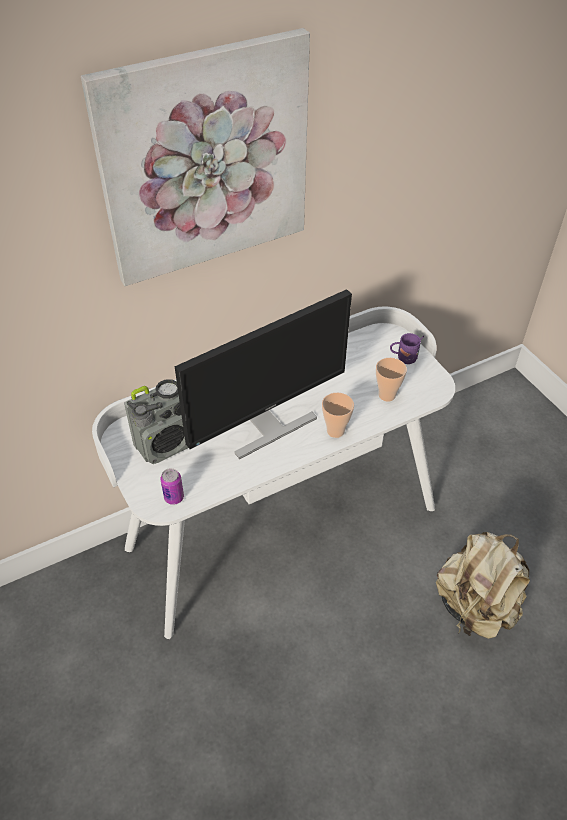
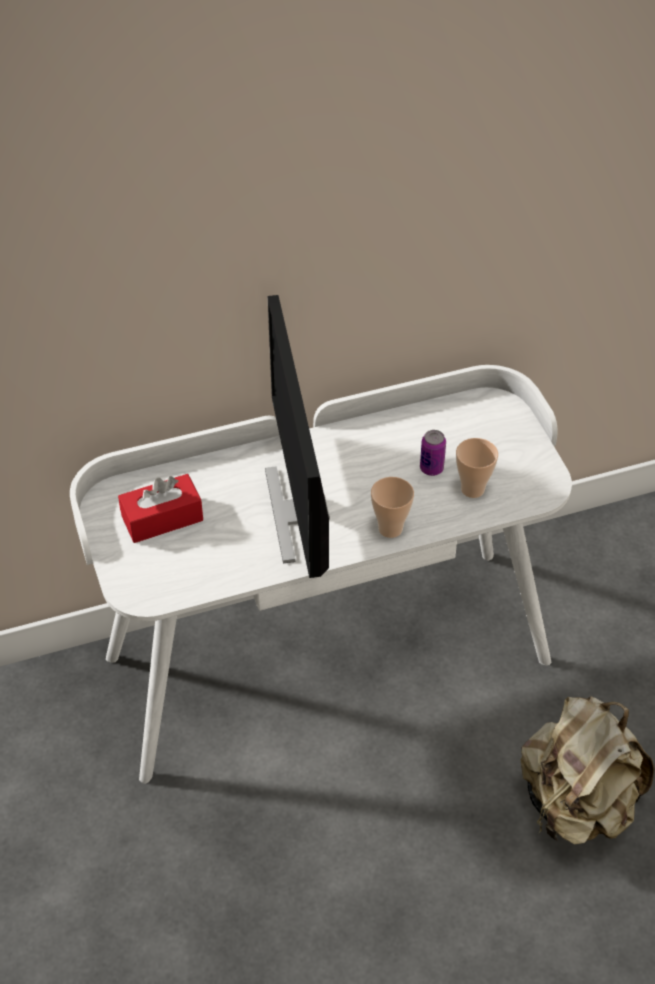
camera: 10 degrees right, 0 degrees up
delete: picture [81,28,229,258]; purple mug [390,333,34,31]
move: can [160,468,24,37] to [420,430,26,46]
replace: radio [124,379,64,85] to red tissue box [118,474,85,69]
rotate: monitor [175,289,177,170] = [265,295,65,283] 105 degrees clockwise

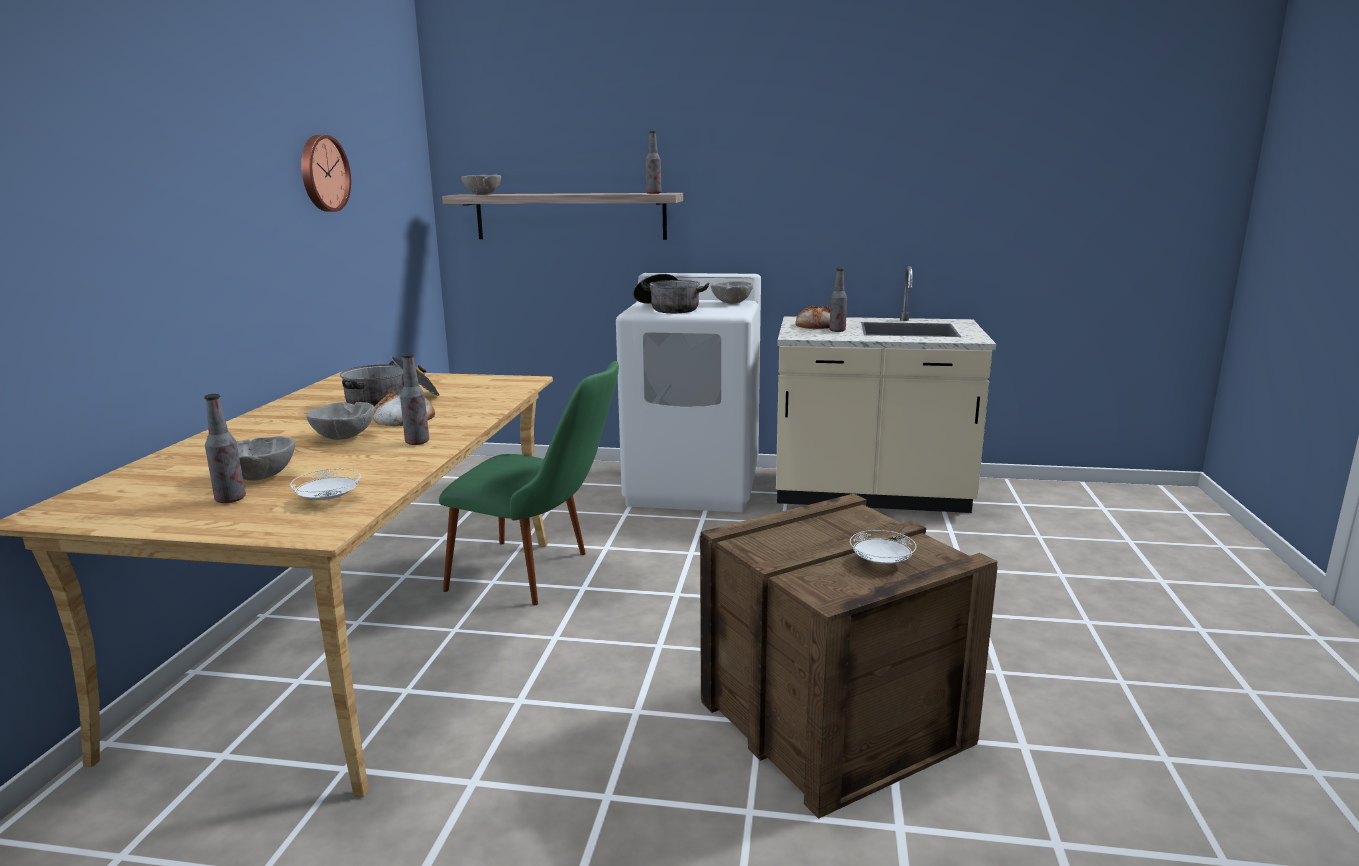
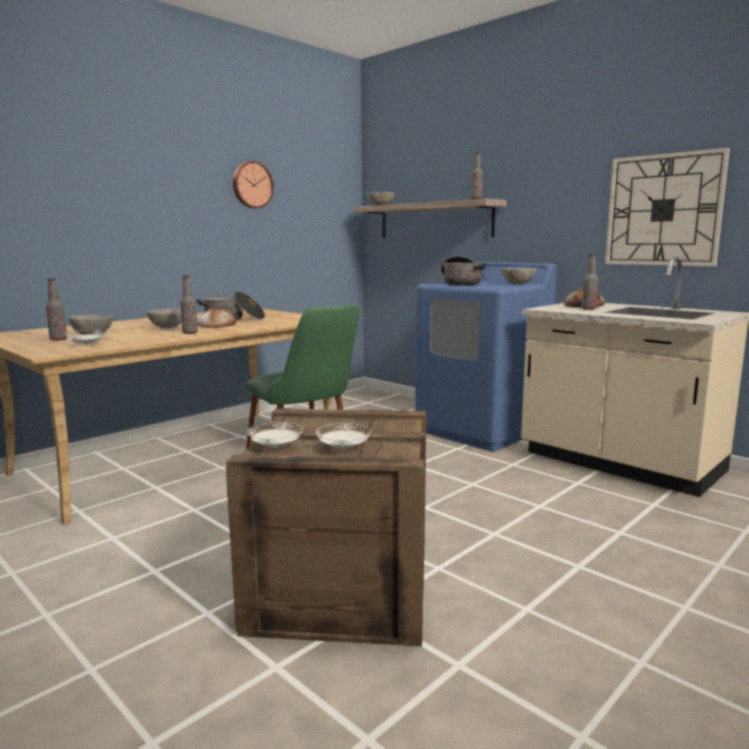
camera: 35 degrees right, 5 degrees down
insert: white plate [247,422,56,26]; wall clock [605,147,125,119]
recolor: white washing machine [616,273,145,239] to blue washing machine [415,262,142,190]

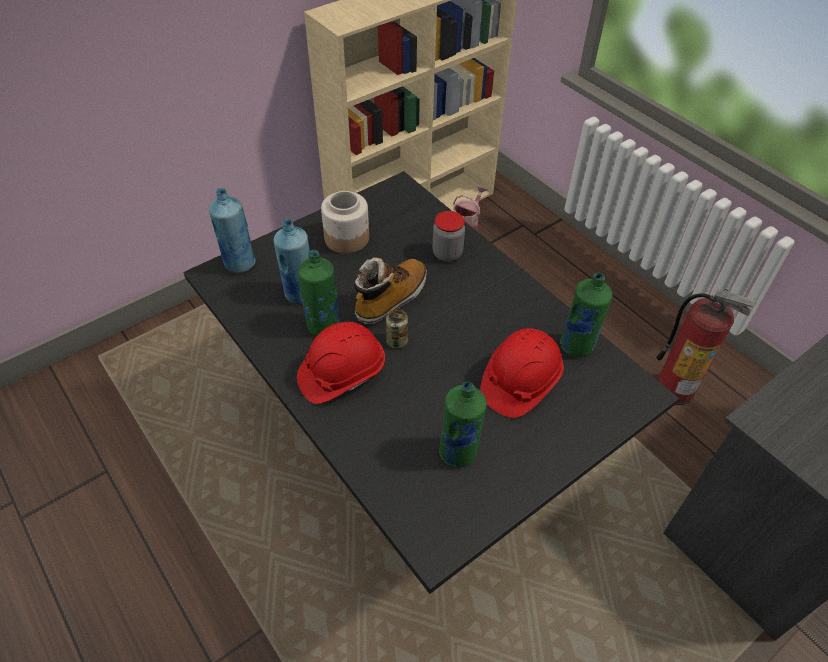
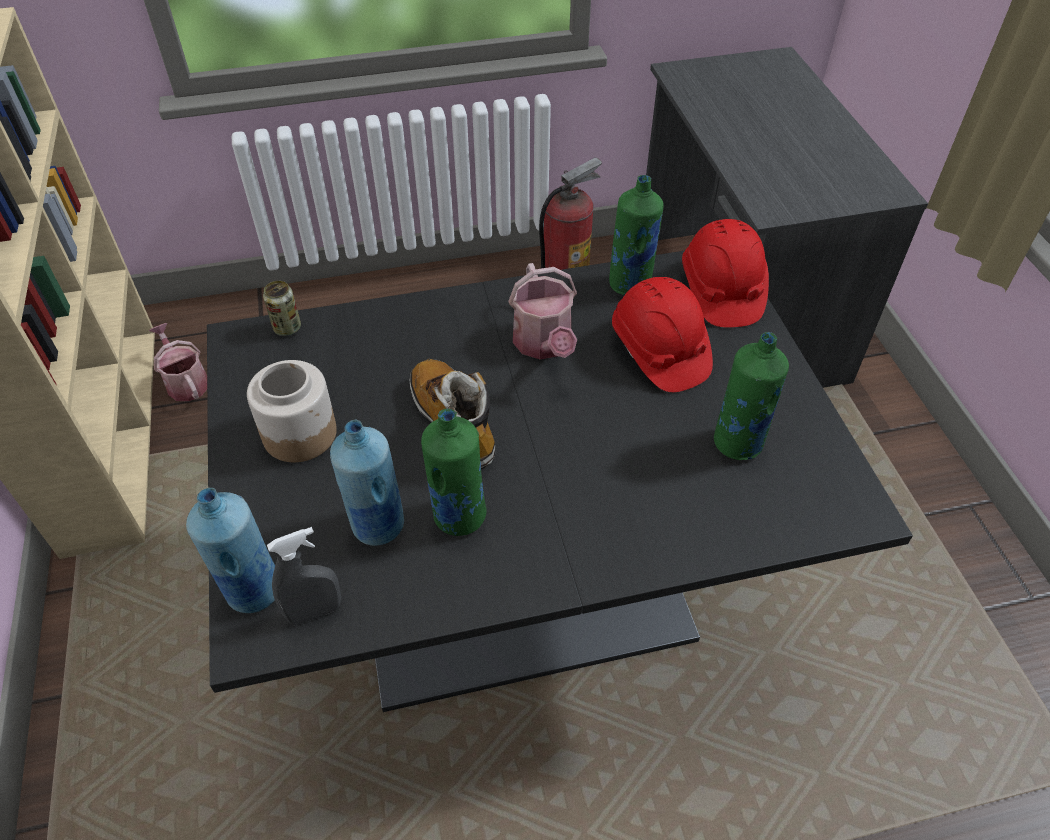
camera: 65 degrees left, 0 degrees up
delete: jar [432,211,33,51]
insert: grey spray bottle [267,527,74,99]; watering can [508,263,69,96]
move: red hard hat [297,322,88,82] to [682,219,87,108]; can [386,308,22,41] to [263,281,38,55]

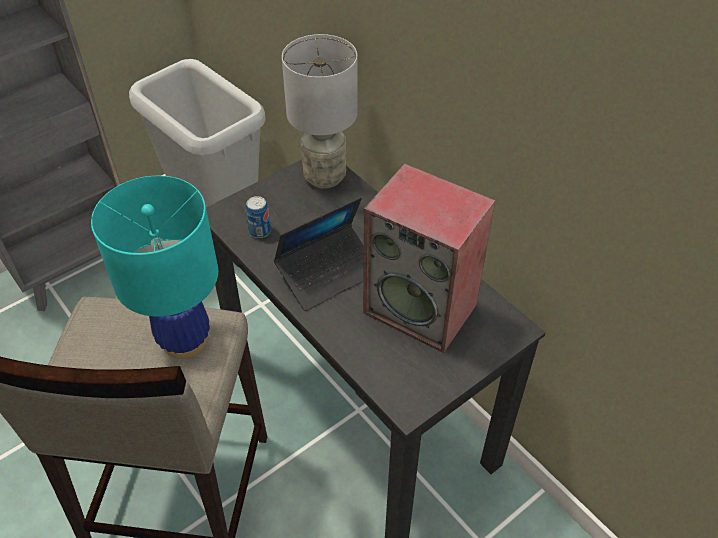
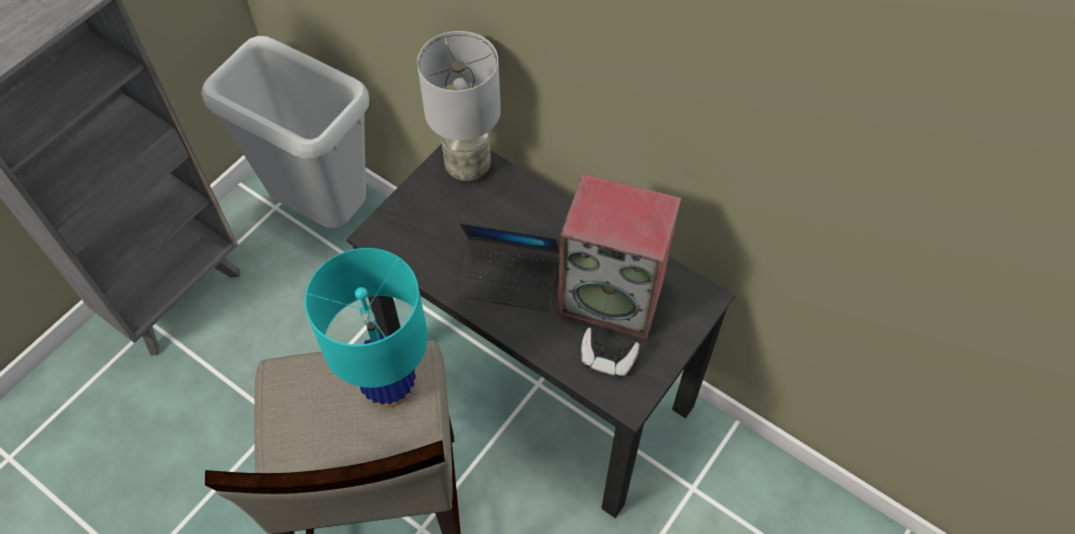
camera: 15 degrees left, 10 degrees up
delete: can [246,196,25,42]
insert: game controller [581,327,59,50]
rotate: laptop [274,197,90,114] = [457,223,102,89] 60 degrees clockwise

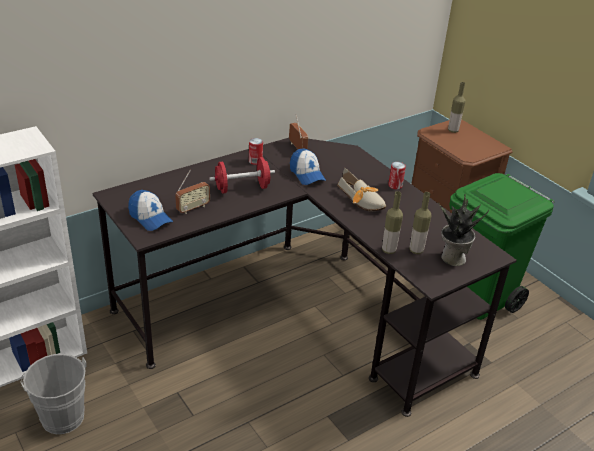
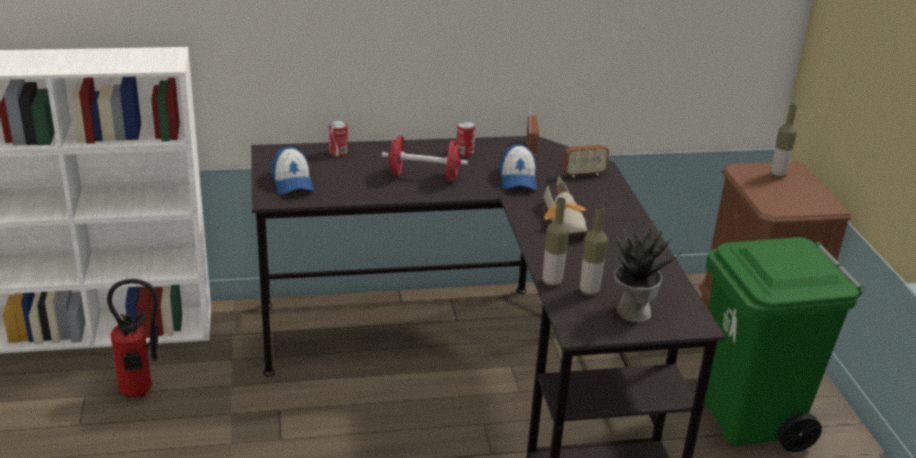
camera: 25 degrees right, 5 degrees down
move: radio [175,170,35,44] to [563,124,46,54]; can [388,162,18,27] to [329,121,19,35]
replace: grey bucket [20,354,66,80] to fire extinguisher [107,279,52,119]

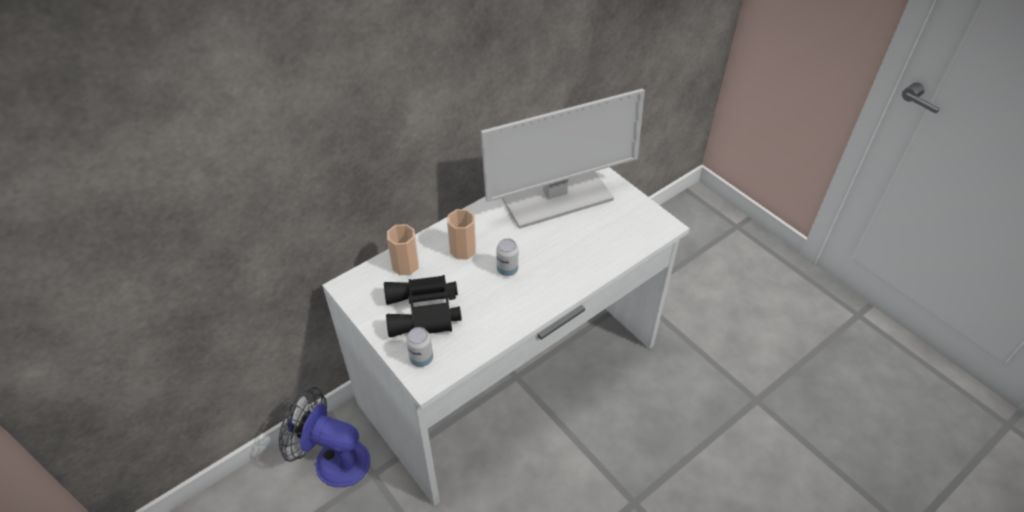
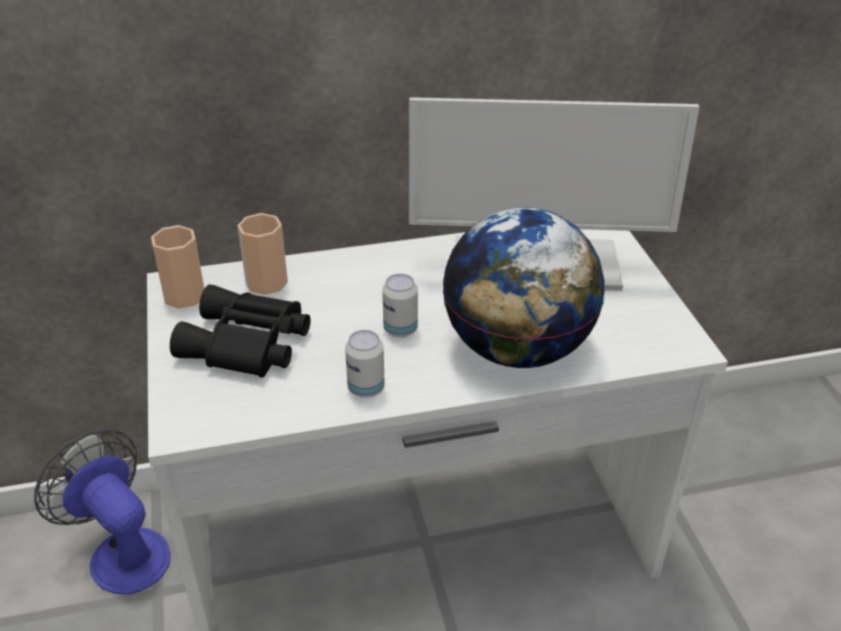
camera: 25 degrees right, 10 degrees down
insert: globe [443,207,162,161]
move: can [406,327,27,40] to [345,330,40,68]; cup [447,209,29,50] to [151,225,53,84]

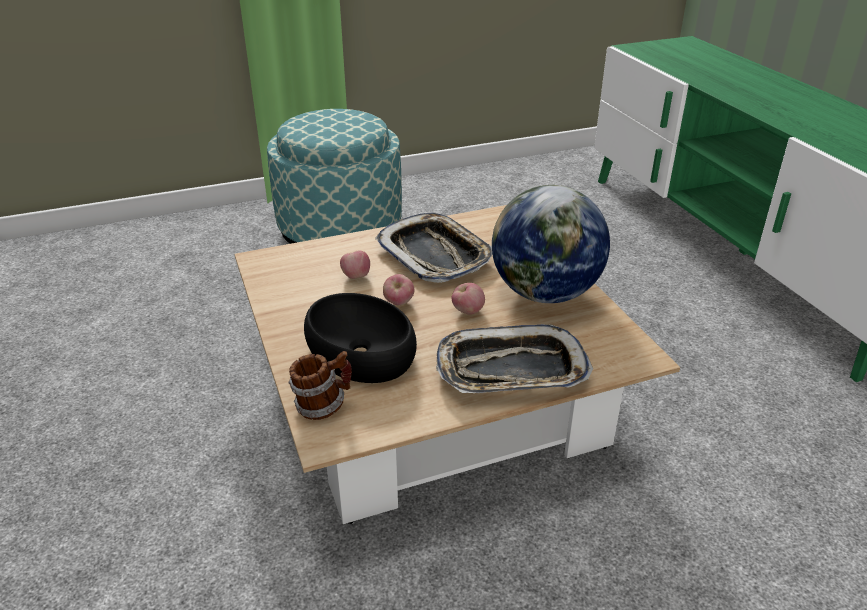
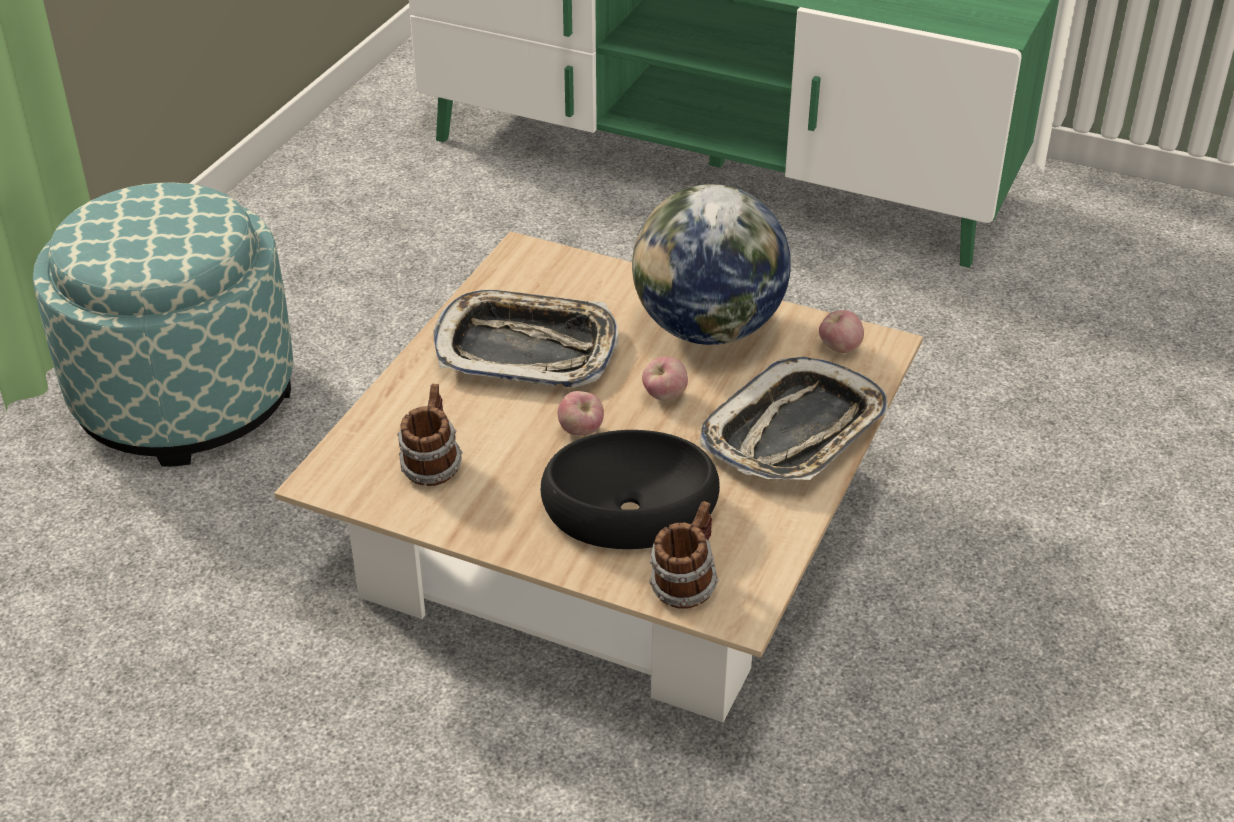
camera: 45 degrees left, 5 degrees up
insert: mug [397,384,66,102]
move: apple [340,250,30,29] to [819,310,45,43]

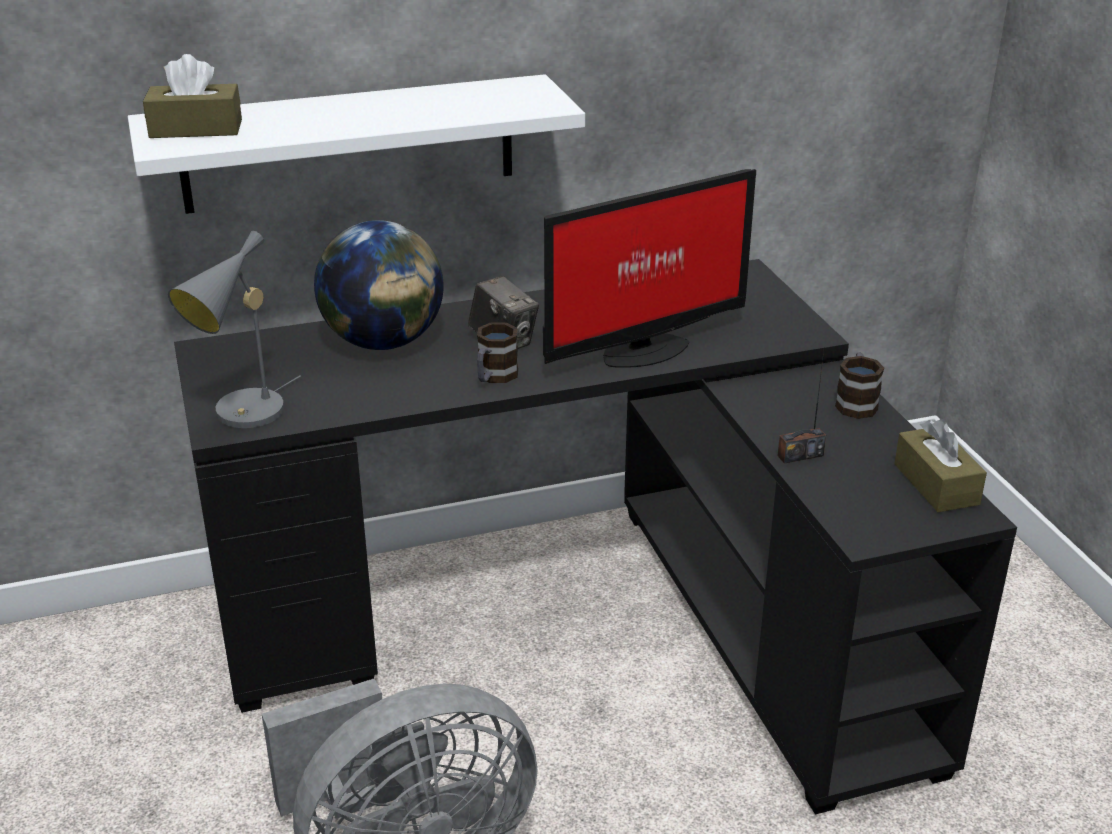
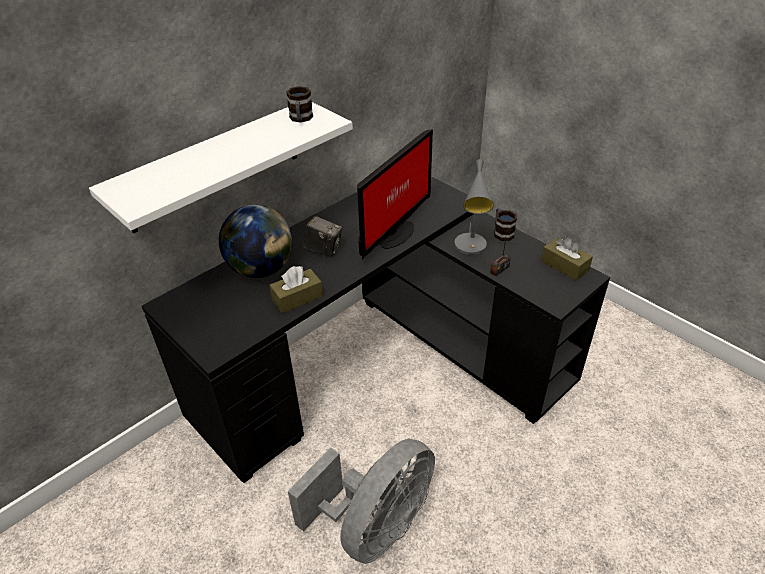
camera: 25 degrees left, 10 degrees up
move: brown tissue box [143,54,99,84] to [269,266,54,47]; grey table lamp [168,231,133,197] to [454,159,40,96]; mug [477,322,41,61] to [286,86,27,37]

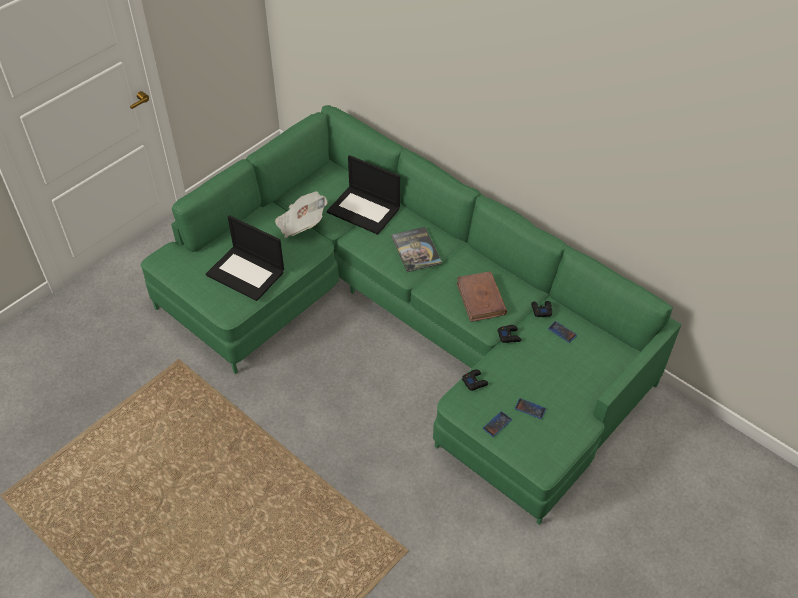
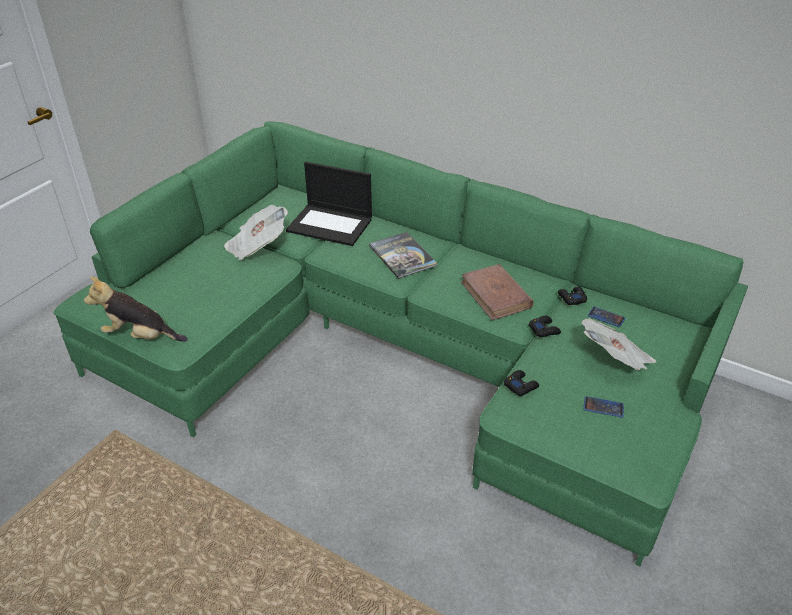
camera: 10 degrees left, 10 degrees down
delete: laptop [206,215,78,86]; phone [482,411,30,26]
insert: plush toy [84,276,104,66]; newspaper [582,318,74,52]

